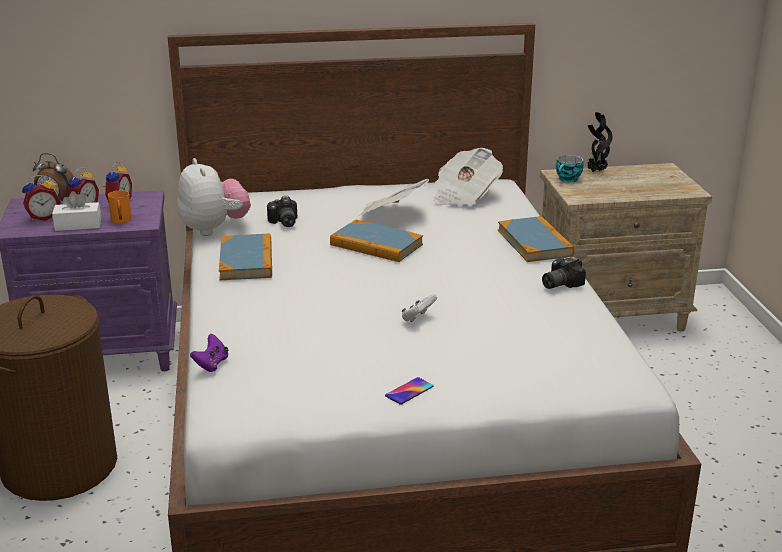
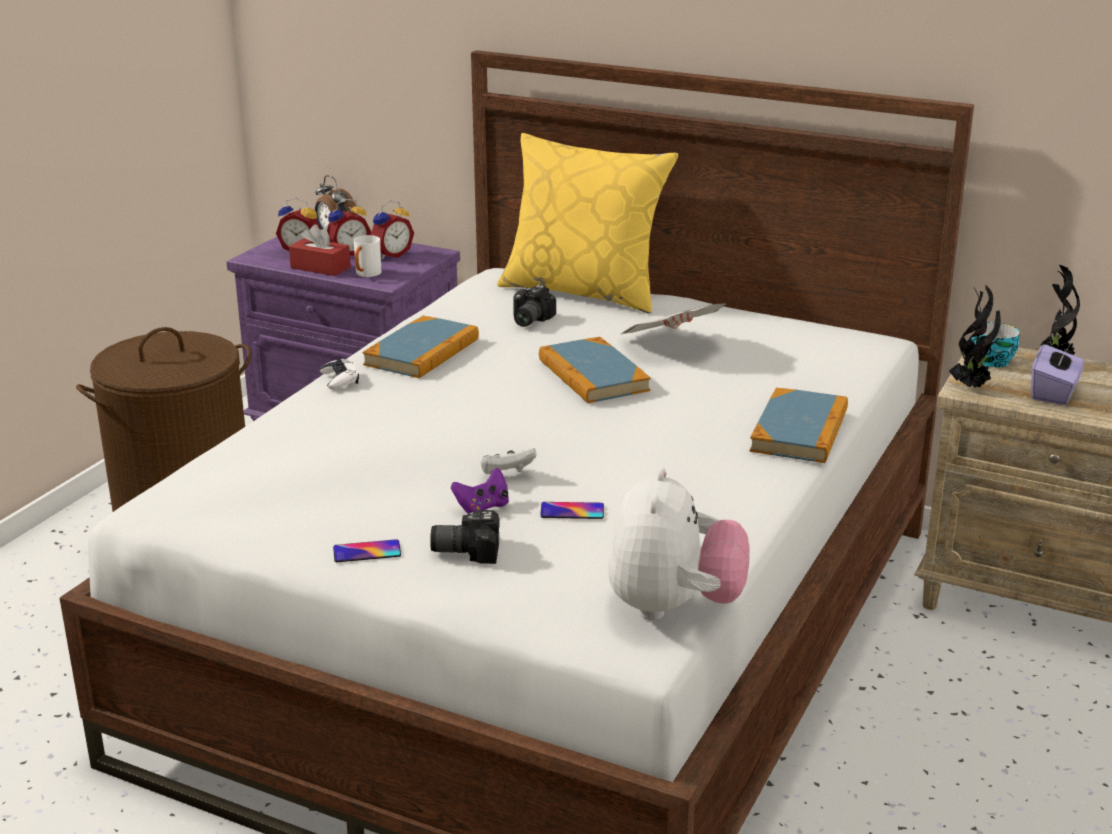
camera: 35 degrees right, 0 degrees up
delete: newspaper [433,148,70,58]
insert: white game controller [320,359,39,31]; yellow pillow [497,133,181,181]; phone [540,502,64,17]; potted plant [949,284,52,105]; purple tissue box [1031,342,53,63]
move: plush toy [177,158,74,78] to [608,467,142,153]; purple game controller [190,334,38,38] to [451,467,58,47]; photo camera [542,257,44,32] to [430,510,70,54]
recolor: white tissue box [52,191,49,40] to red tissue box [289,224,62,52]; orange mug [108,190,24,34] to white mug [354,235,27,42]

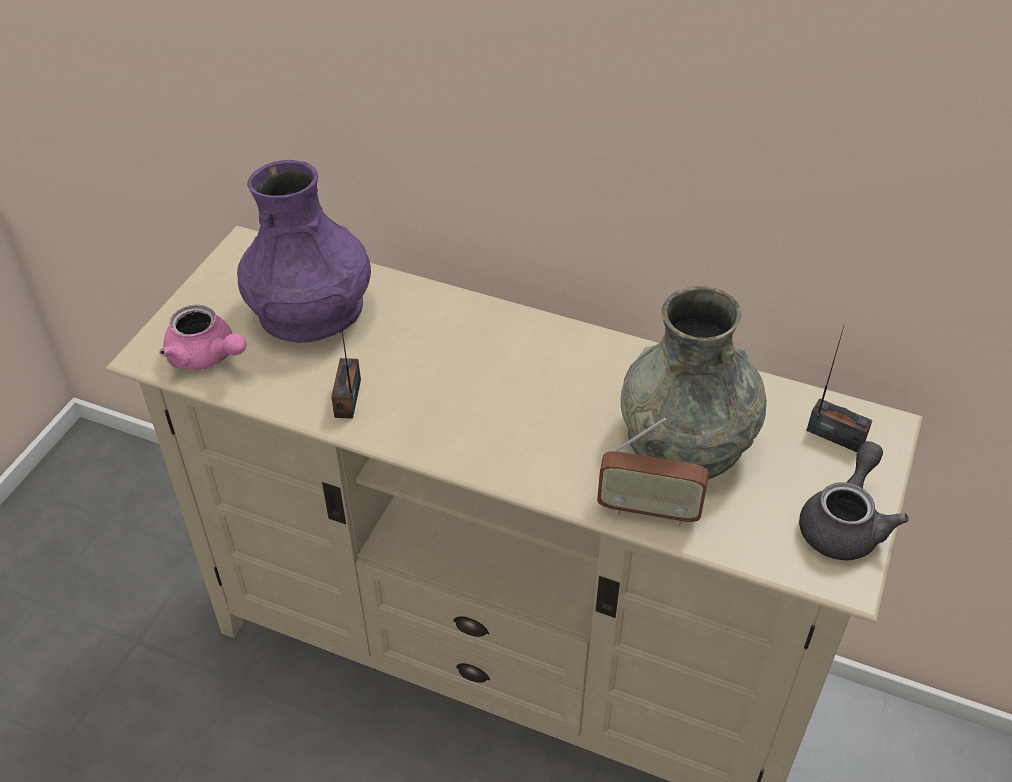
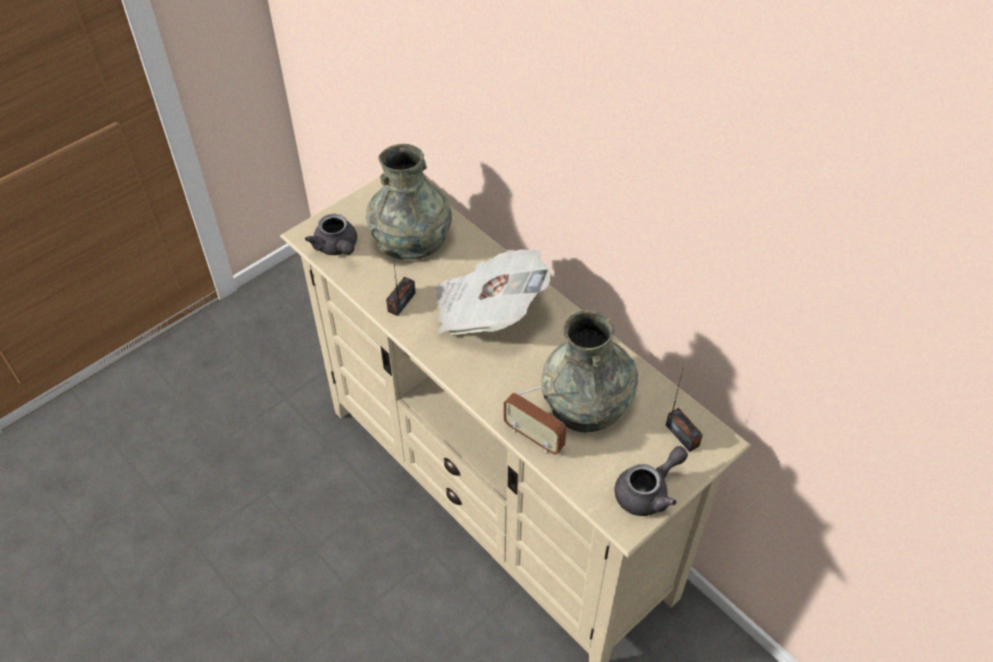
camera: 25 degrees right, 5 degrees up
insert: newspaper [436,249,115,86]
recolor: pink teapot [159,305,88,65] to grey teapot [305,214,52,41]; purple vase [237,160,134,183] to grey vase [366,144,86,116]

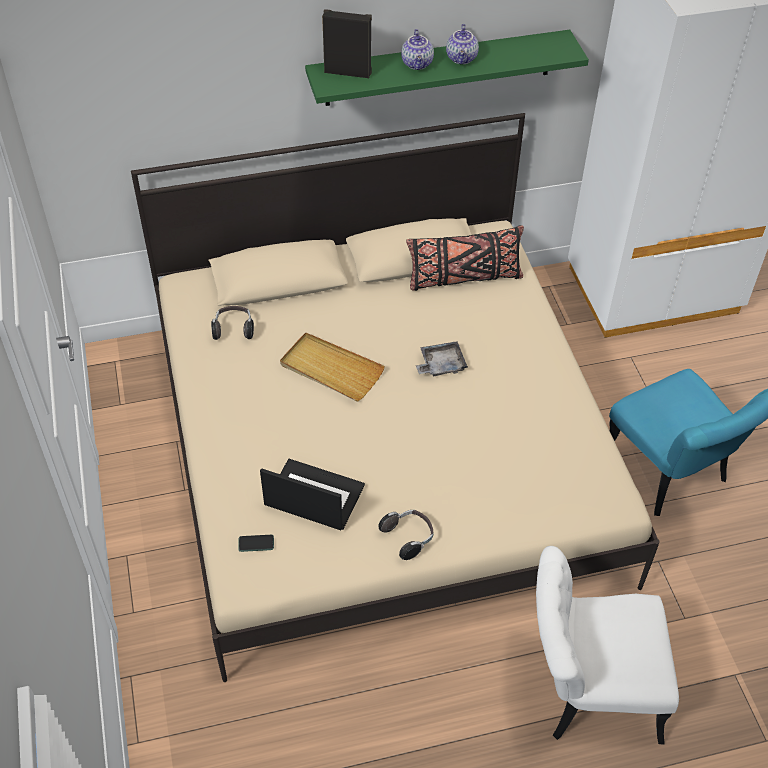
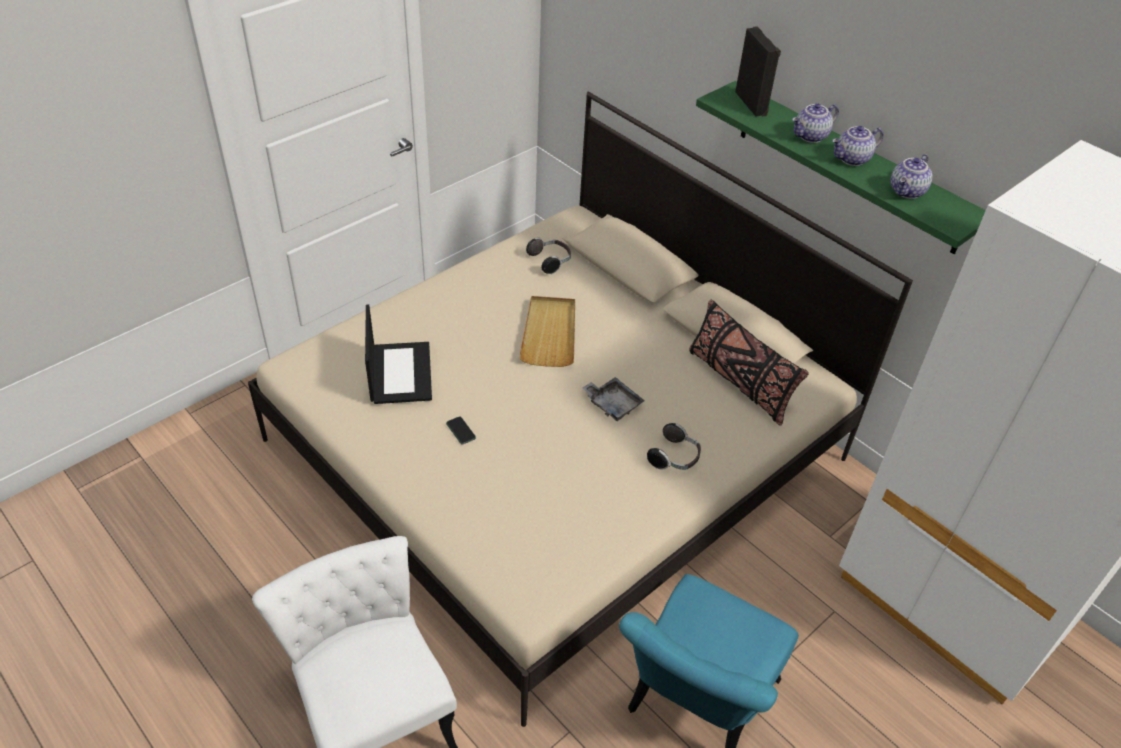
camera: 60 degrees right, 5 degrees down
insert: teapot [891,154,41,45]
move: phone [238,535,36,17] to [446,416,30,29]; headphones [378,510,56,50] to [647,423,54,47]

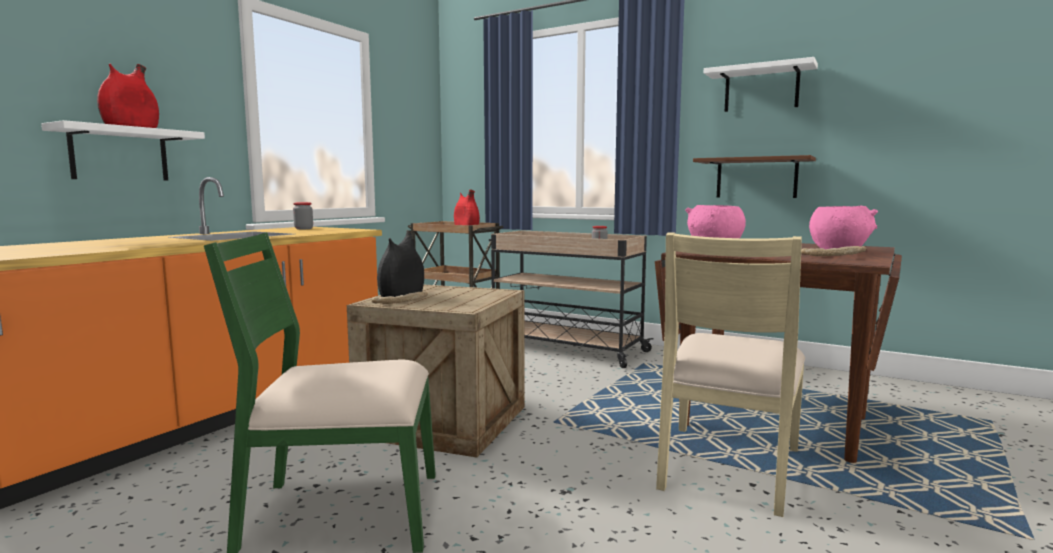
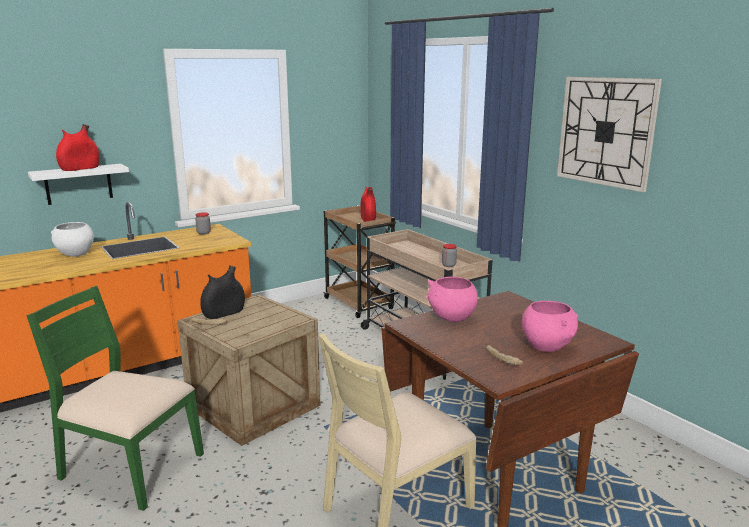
camera: 25 degrees right, 10 degrees up
delete: brown shelf [693,155,123,43]
insert: white bowl [51,222,43,35]
replace: white shelf [704,57,114,55] to wall clock [557,77,105,115]

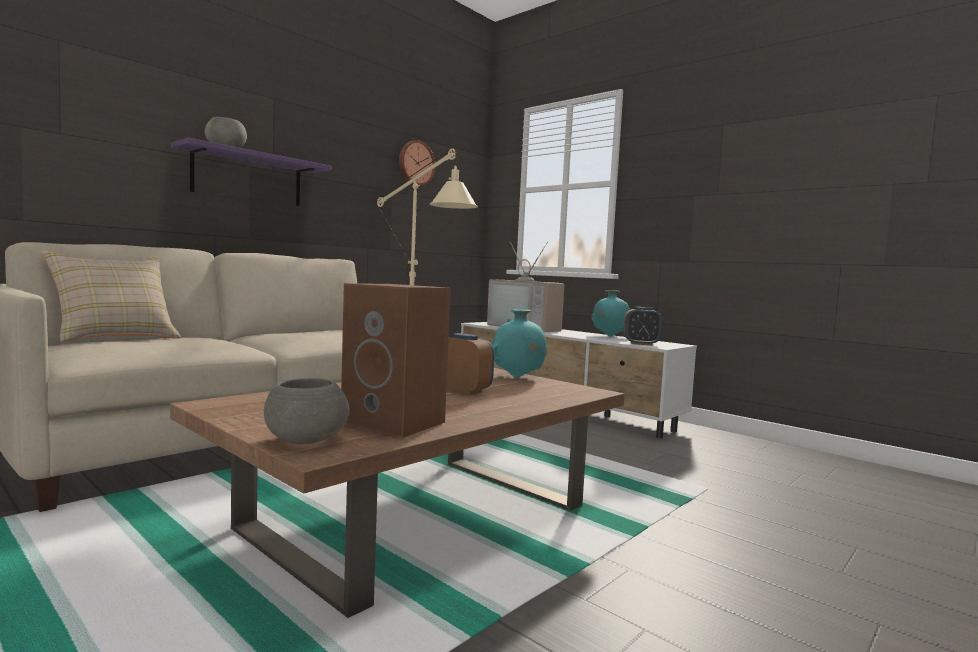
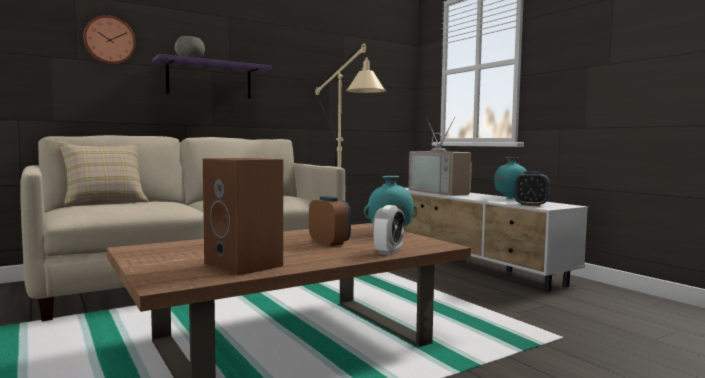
camera: 15 degrees right, 0 degrees up
delete: grey bowl [264,378,85,66]
insert: alarm clock [373,205,32,50]
move: wall clock [399,141,36,44] to [83,15,53,49]

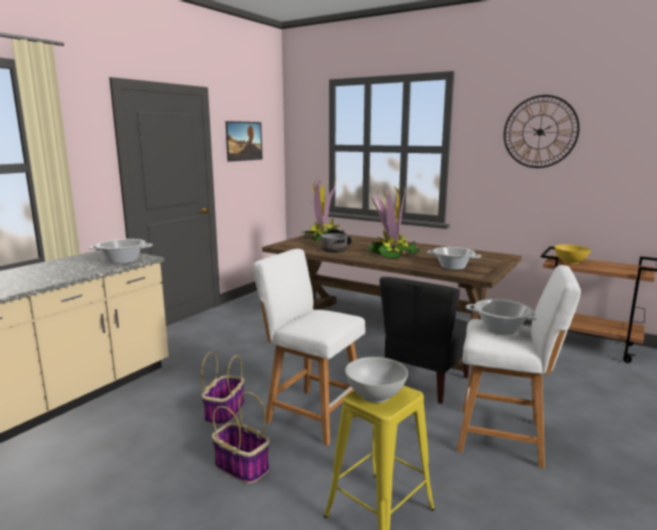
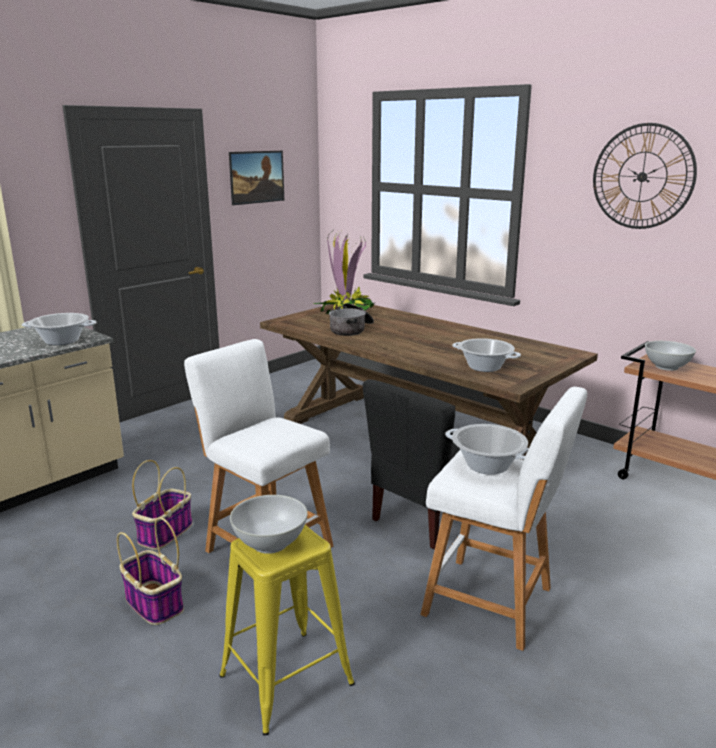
camera: 10 degrees right, 5 degrees up
delete: potted plant [368,186,52,73]
recolor: yellow bowl [554,244,37,20] to white bowl [645,341,51,30]

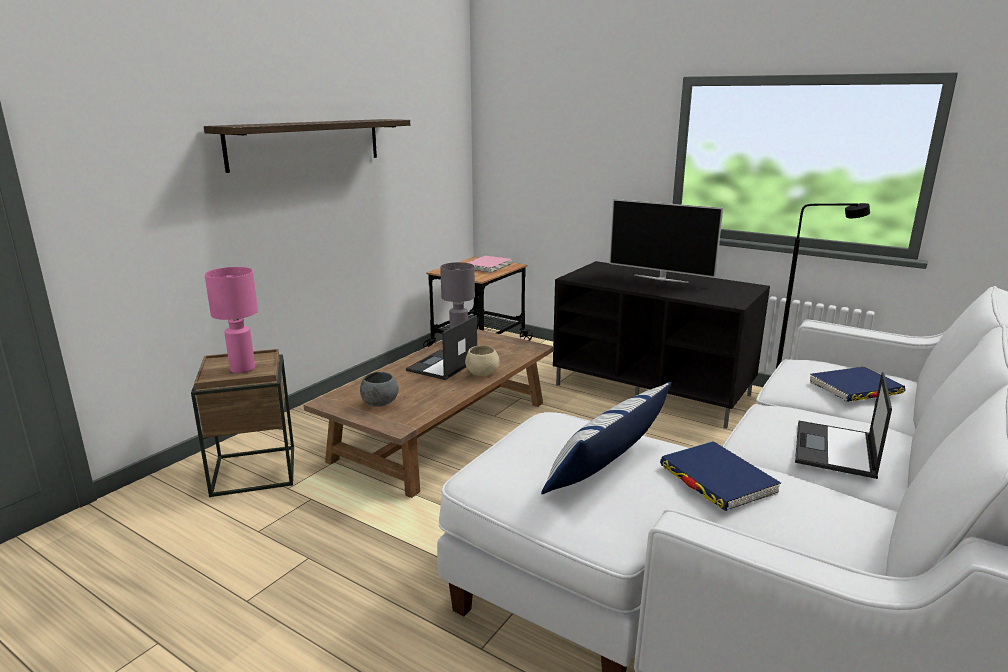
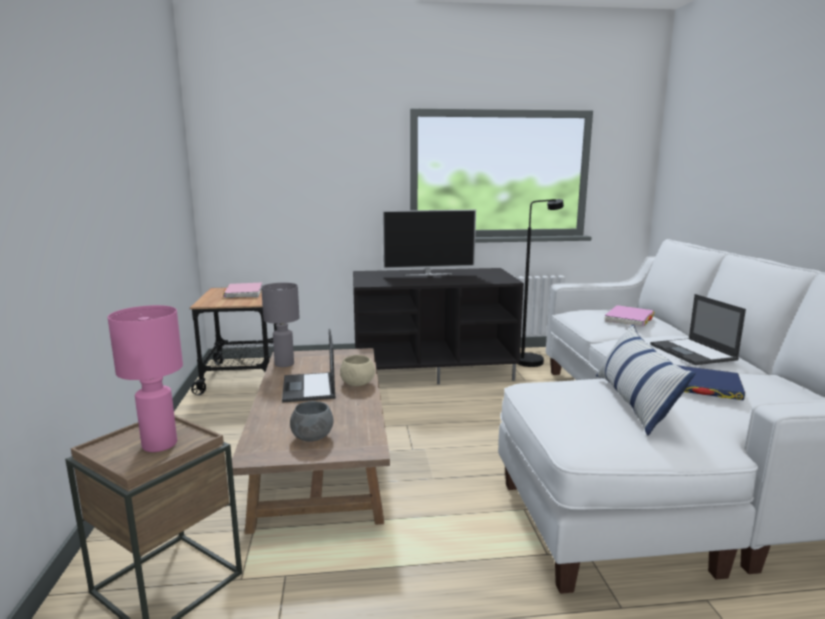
camera: 40 degrees left, 5 degrees down
delete: shelf [204,119,206,54]
recolor: blue book [810,367,95,35] to pink book [604,305,51,21]

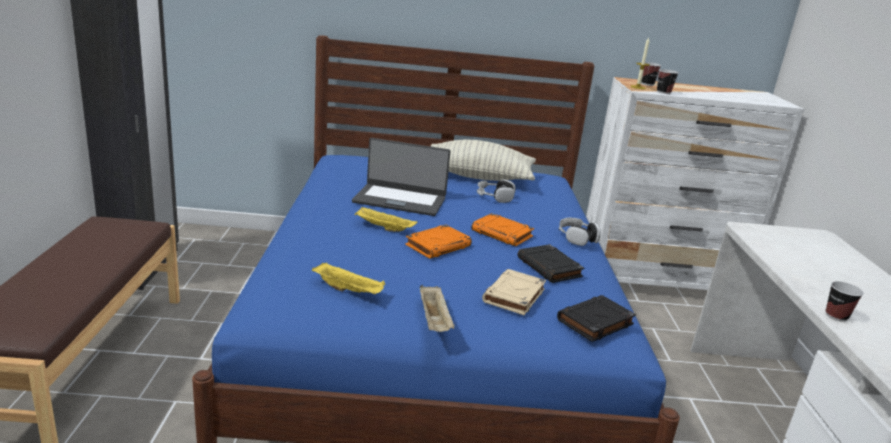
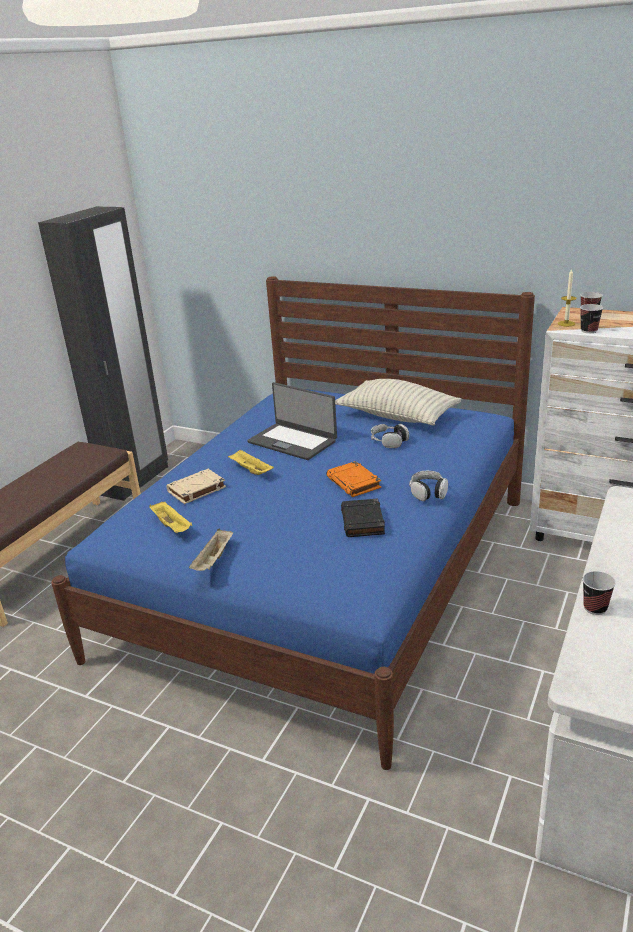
camera: 30 degrees right, 5 degrees up
delete: orange book [405,225,67,34]; black book [557,295,79,47]
move: beige book [482,269,64,46] to [166,469,60,35]

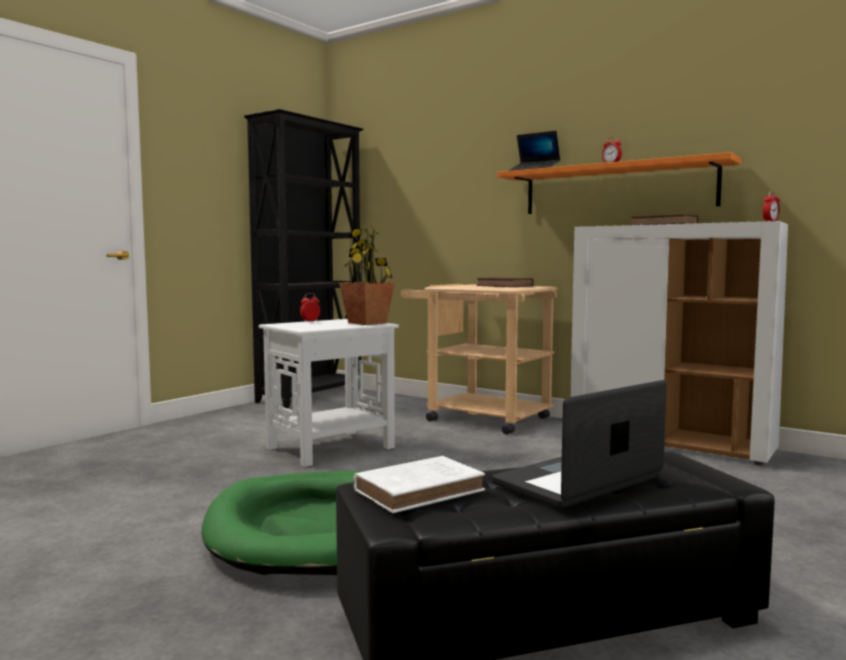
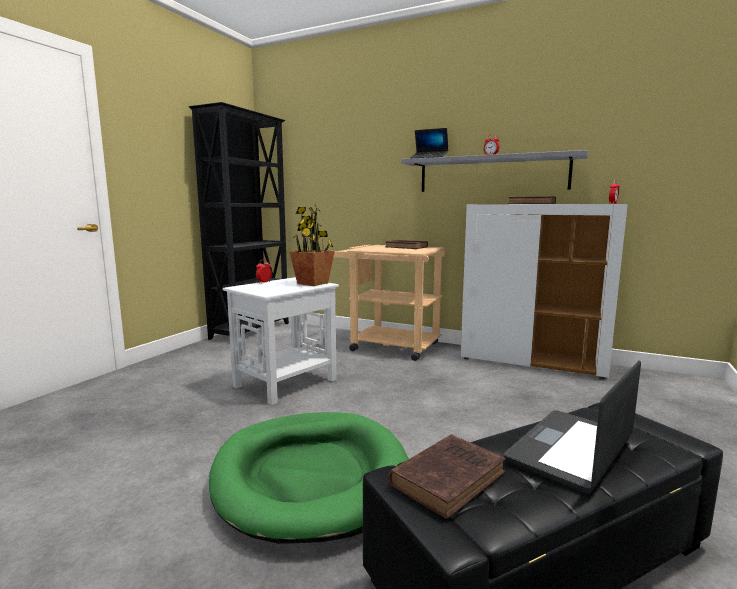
camera: 10 degrees left, 5 degrees up
recolor: white book [354,456,131,57] to brown book [388,434,118,85]; orange shelf [497,152,244,62] to grey shelf [401,150,187,42]

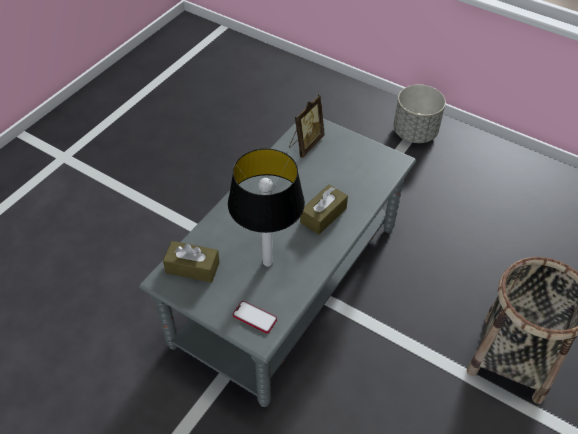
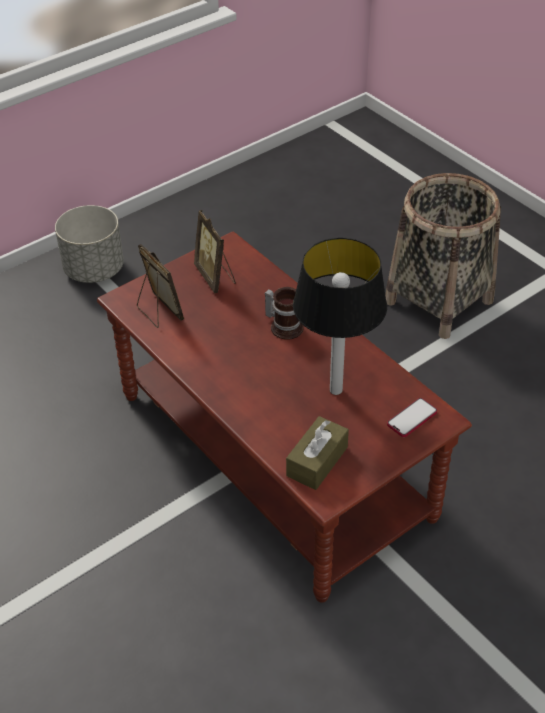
camera: 70 degrees left, 5 degrees down
insert: picture frame [194,210,42,83]
replace: brown tissue box [300,184,48,51] to mug [265,287,39,53]
recolor: grey coffee table [139,119,277,288] to brown coffee table [97,232,375,371]

